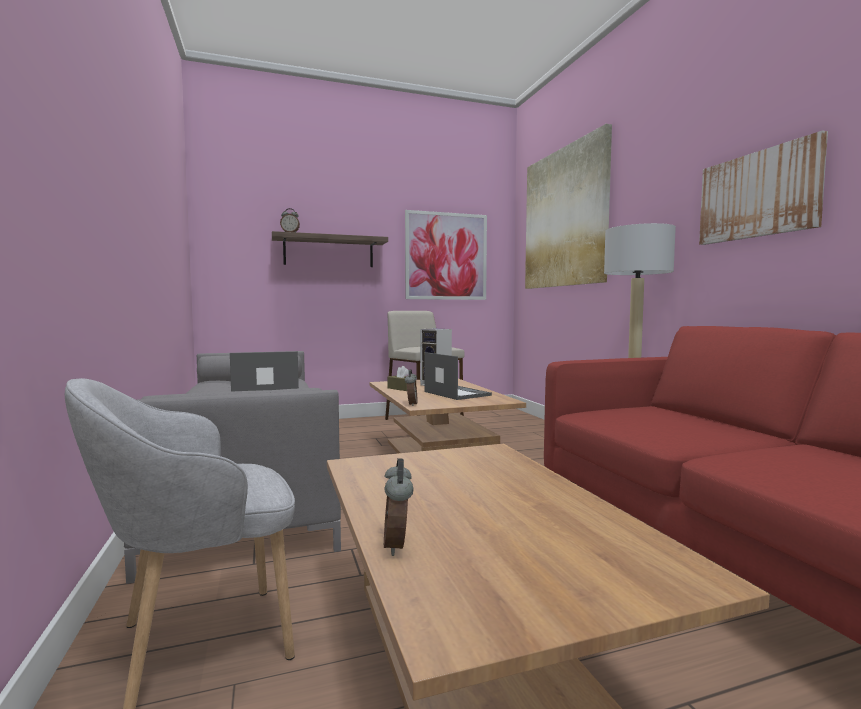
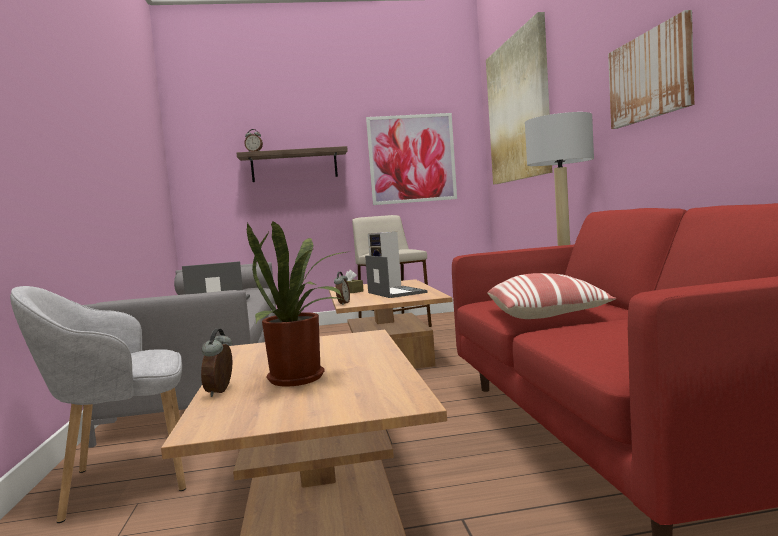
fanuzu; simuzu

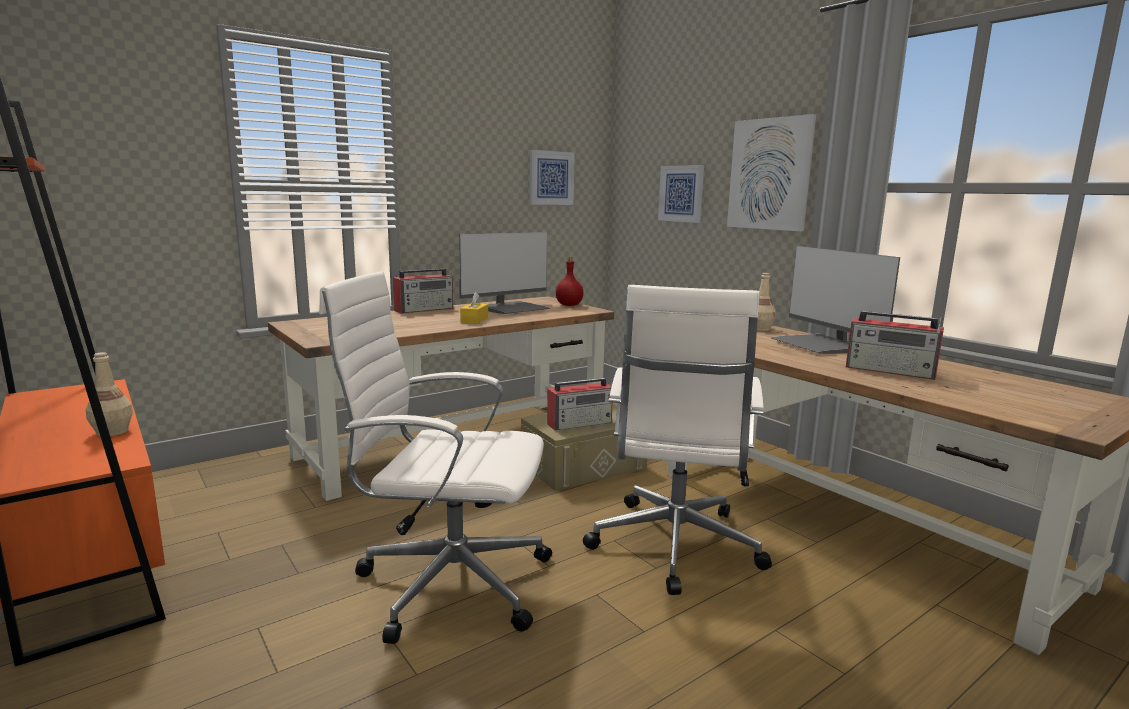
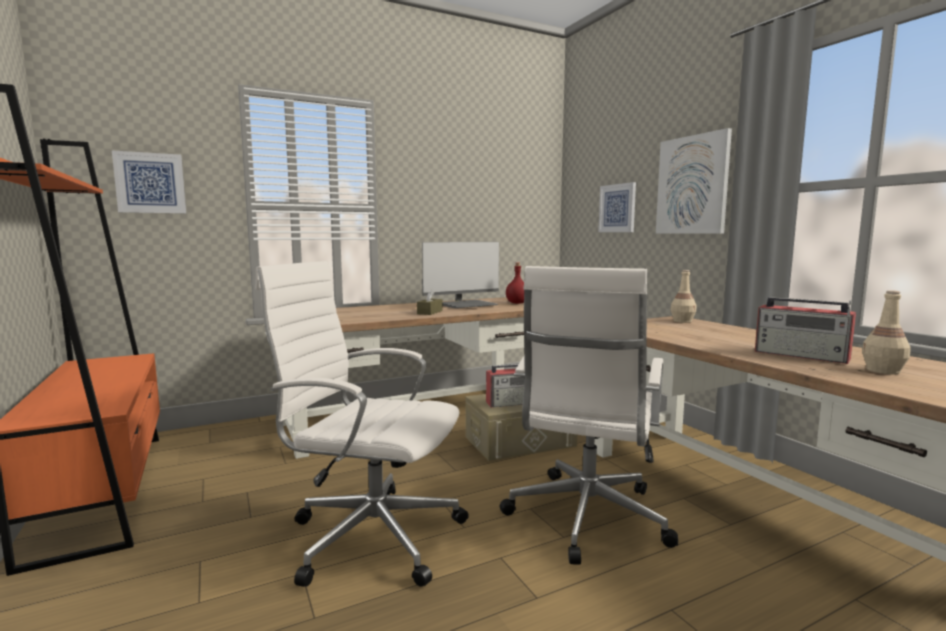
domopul (1st from left); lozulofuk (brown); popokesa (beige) (2nd from left); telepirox (1st from left in the first image); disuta (2nd from left in the first image)

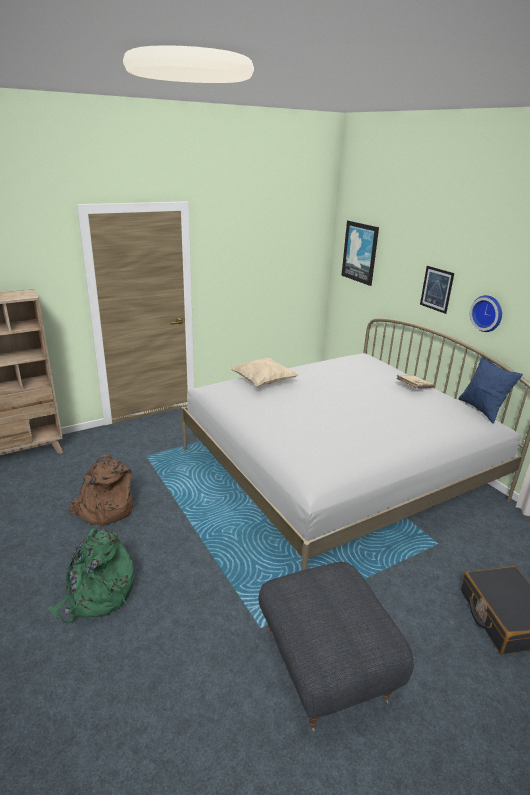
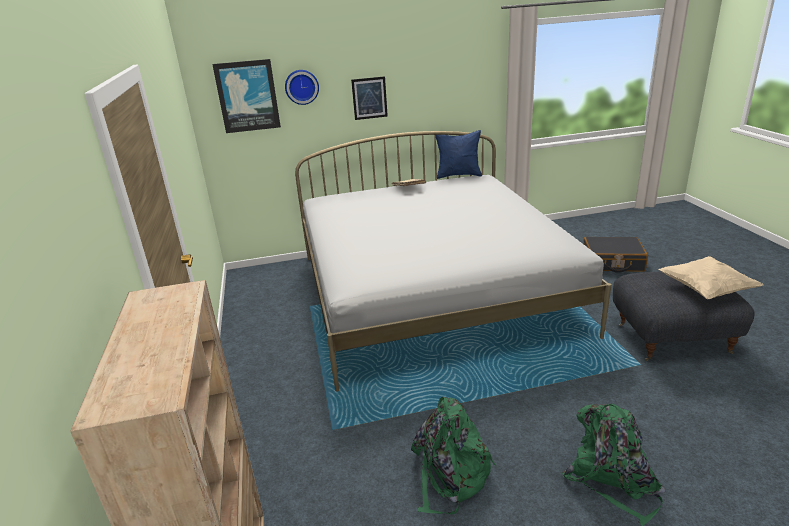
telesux; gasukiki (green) (1st from left); simuzu (beige)

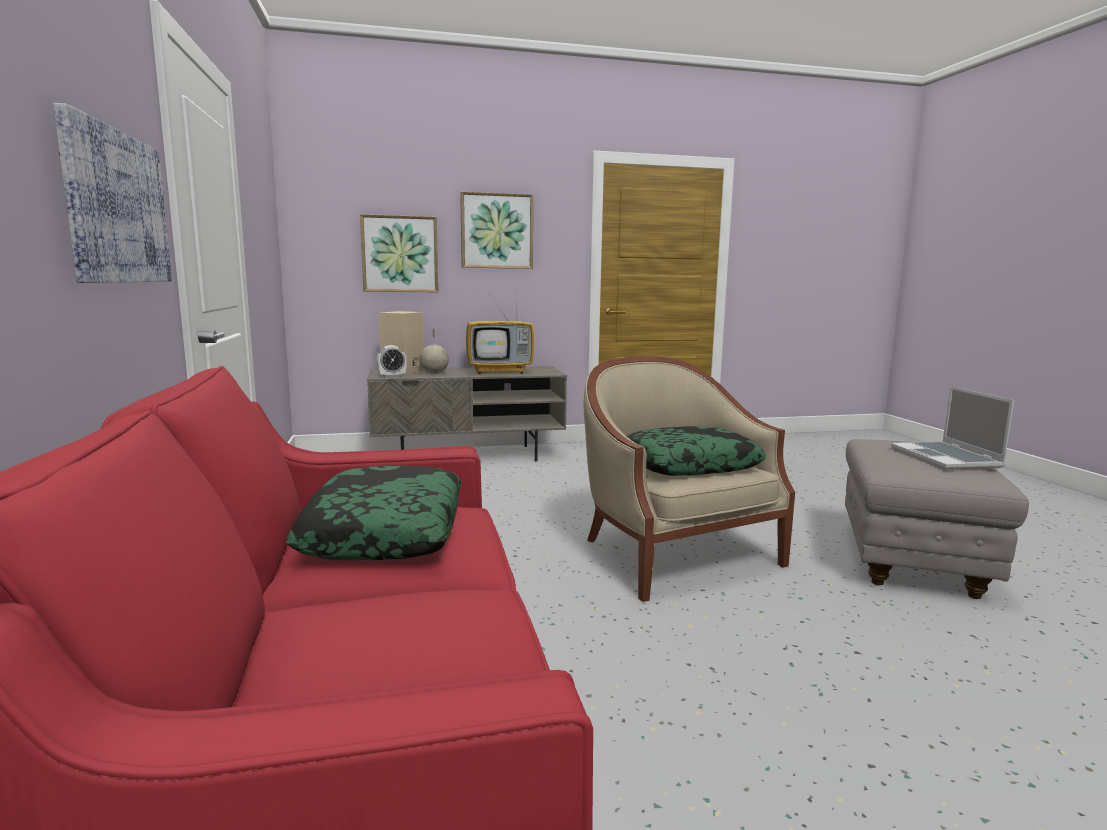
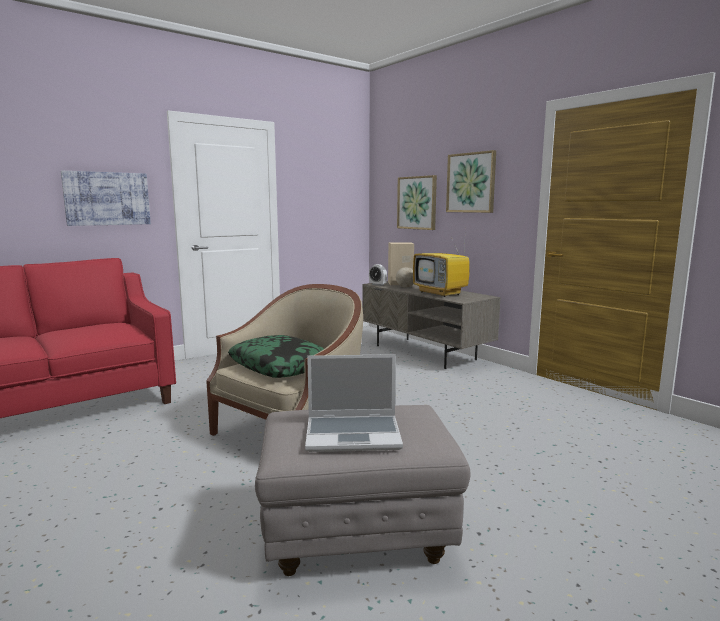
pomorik; simuzu (1st from left in the first image)

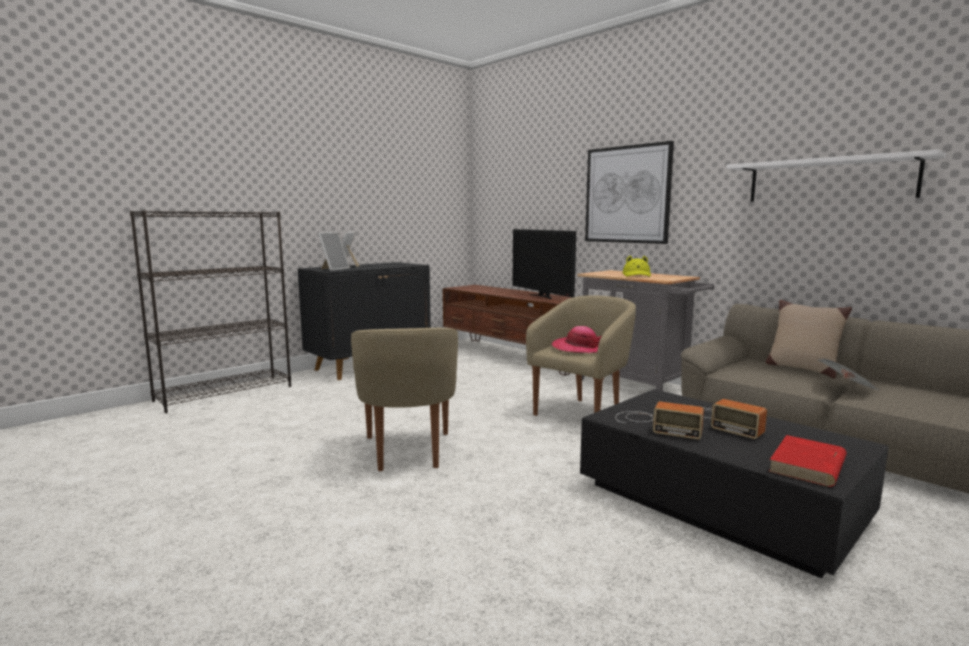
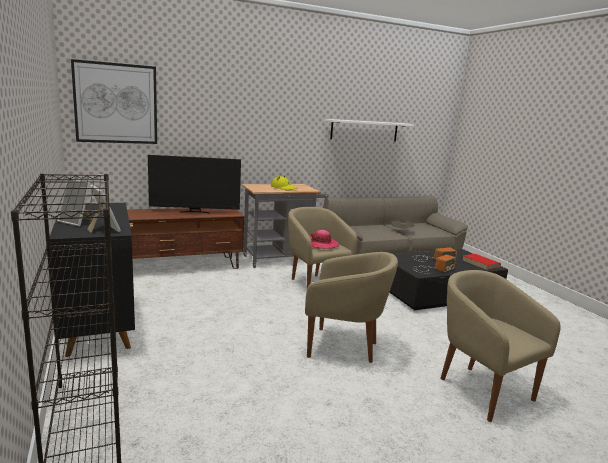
domopul; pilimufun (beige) (3rd from left); simuzu (beige)

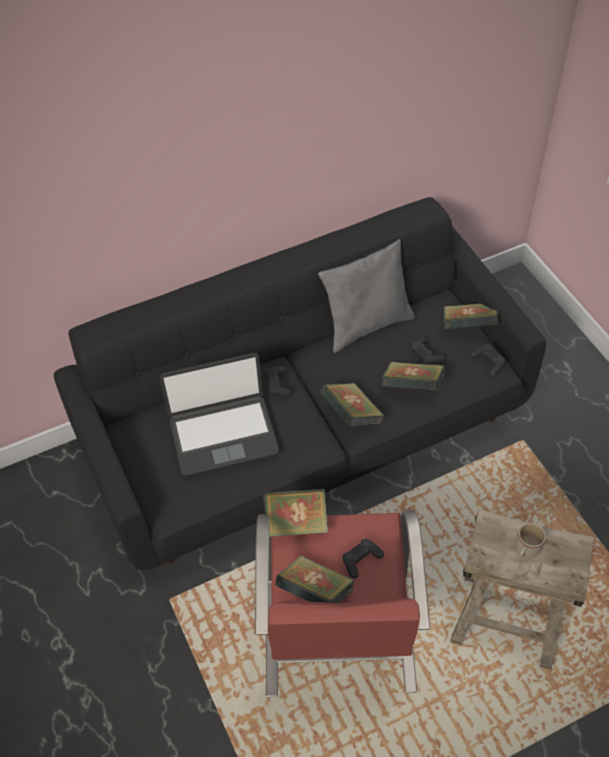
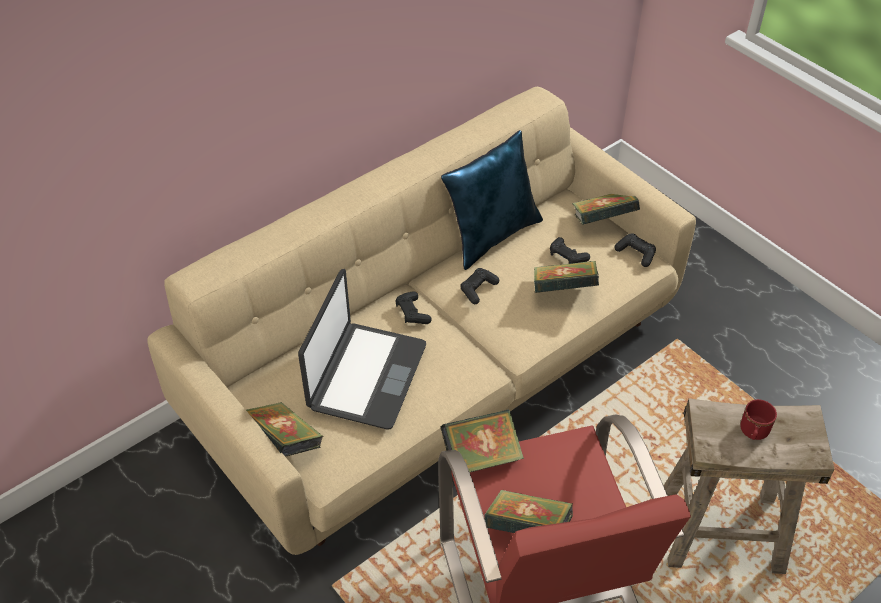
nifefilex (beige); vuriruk (1st from left); pomorik; simuzu (blue); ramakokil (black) (2nd from left); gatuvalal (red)

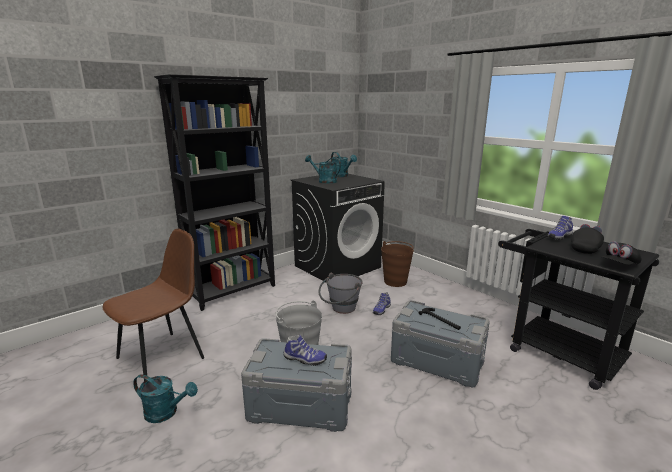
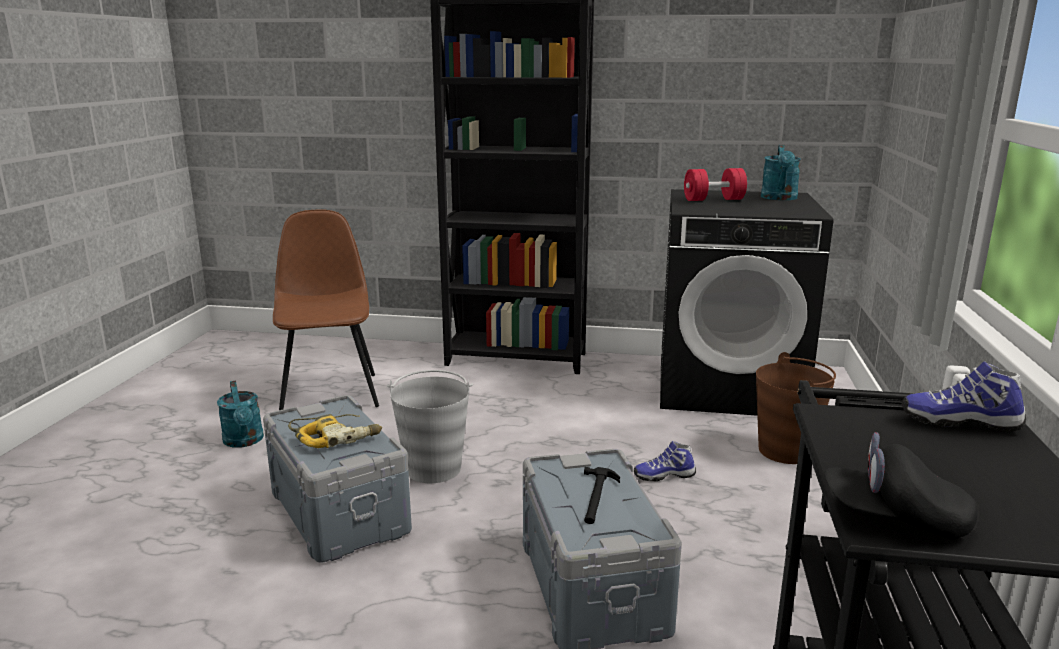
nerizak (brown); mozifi; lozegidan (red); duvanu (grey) (2nd from left in the first image); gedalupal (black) (1st from left in the first image)

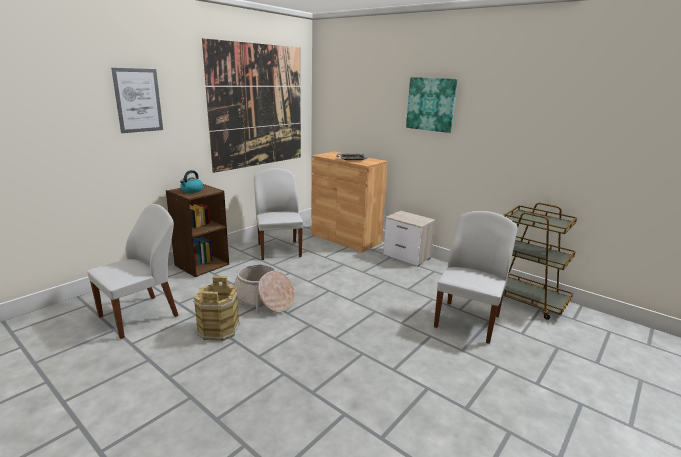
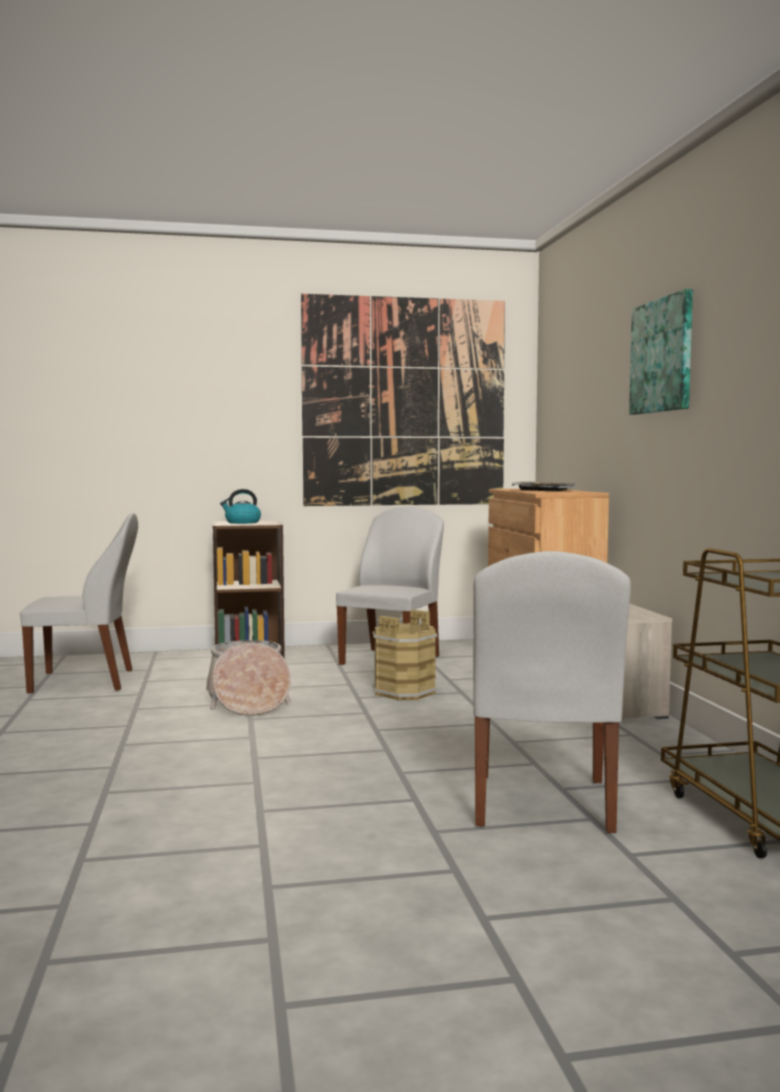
duvanu (brown); nerizak (white) (3rd from left); domopul (1st from left in the first image)

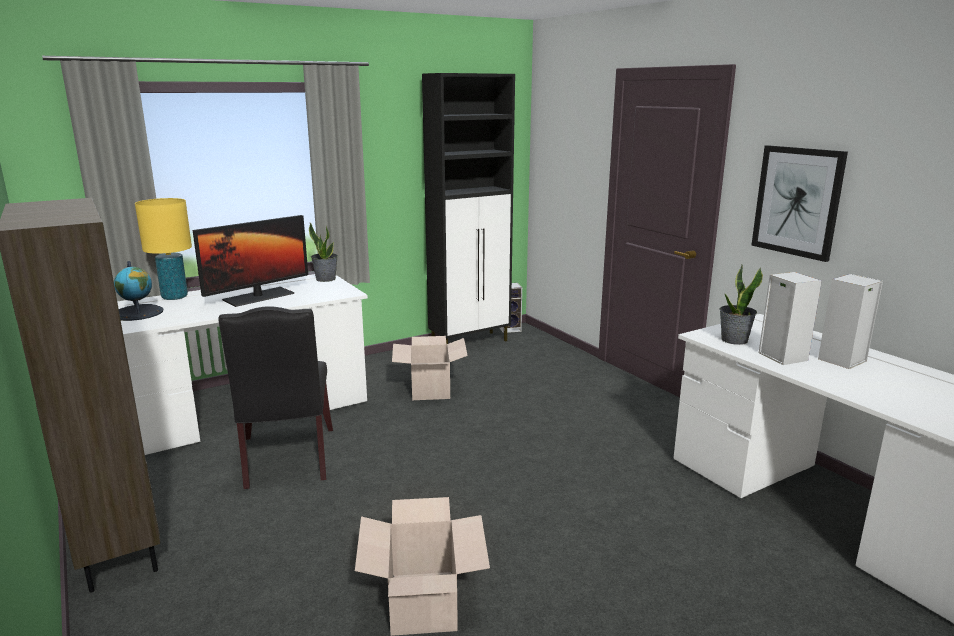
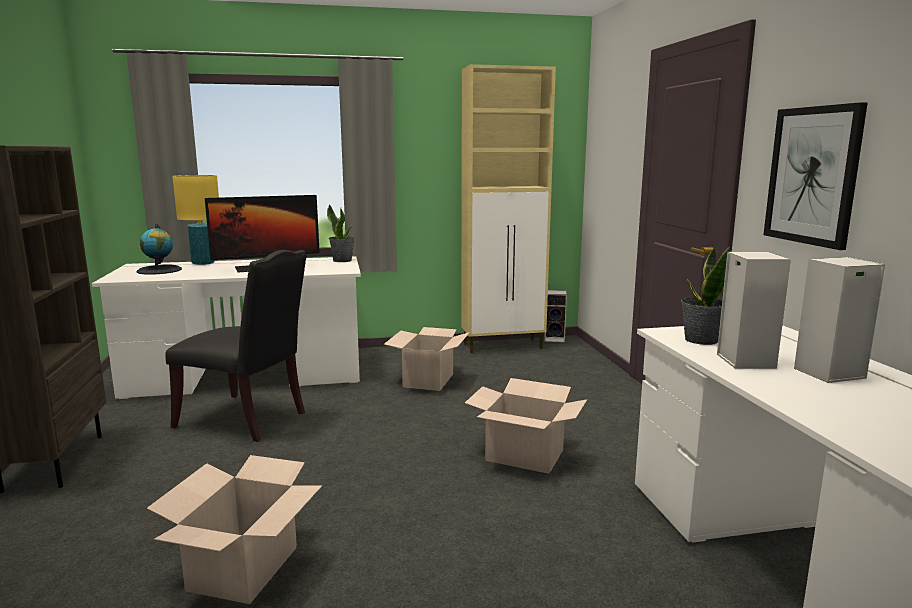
nerizak (black); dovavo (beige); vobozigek (3rd from left)

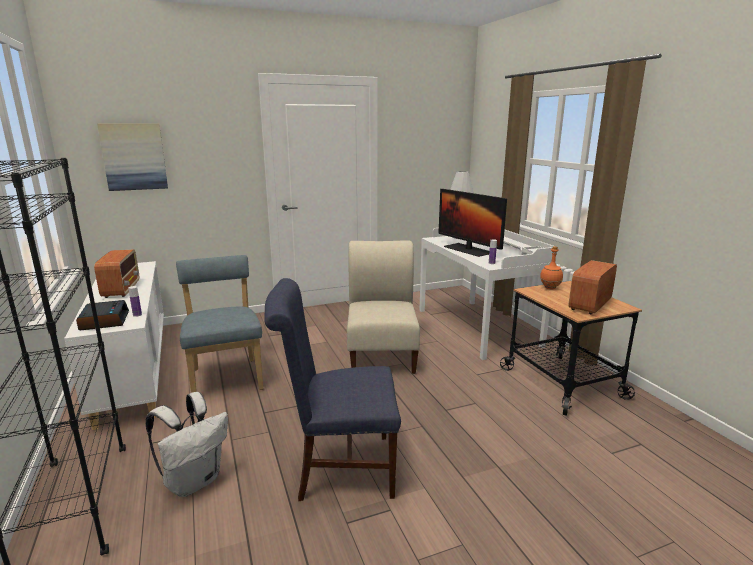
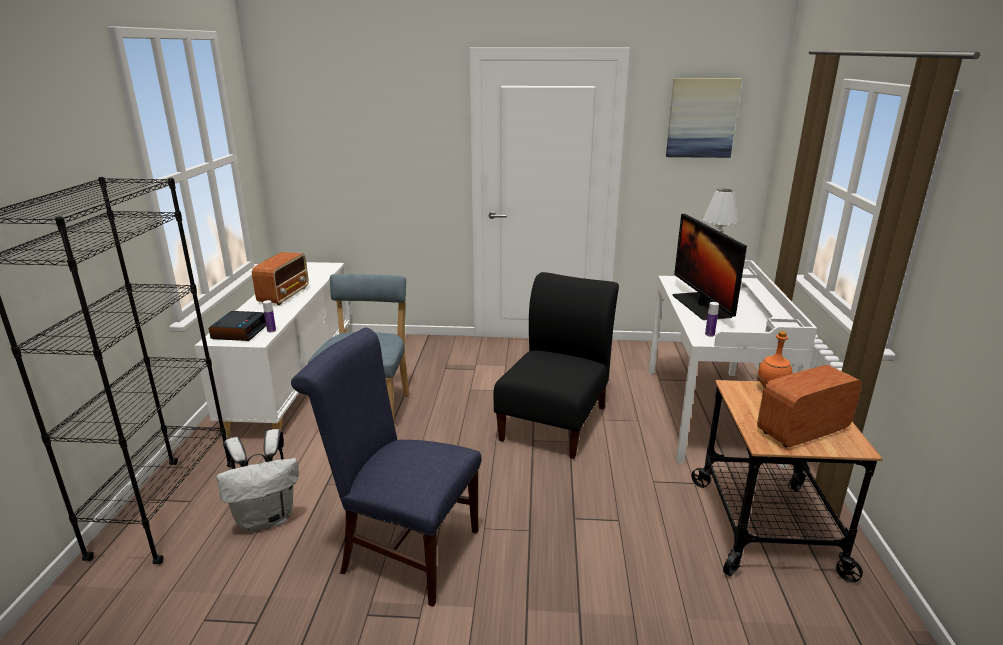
nerizak (black); domopul

